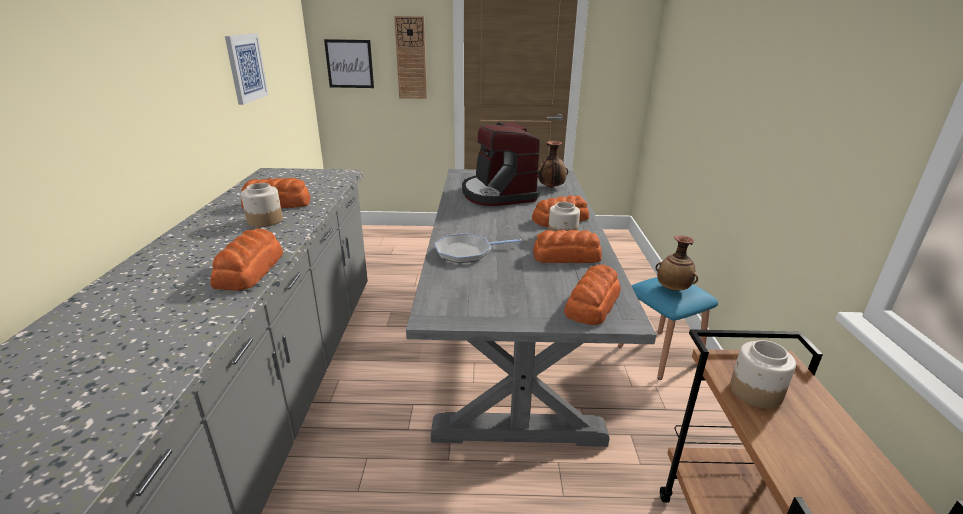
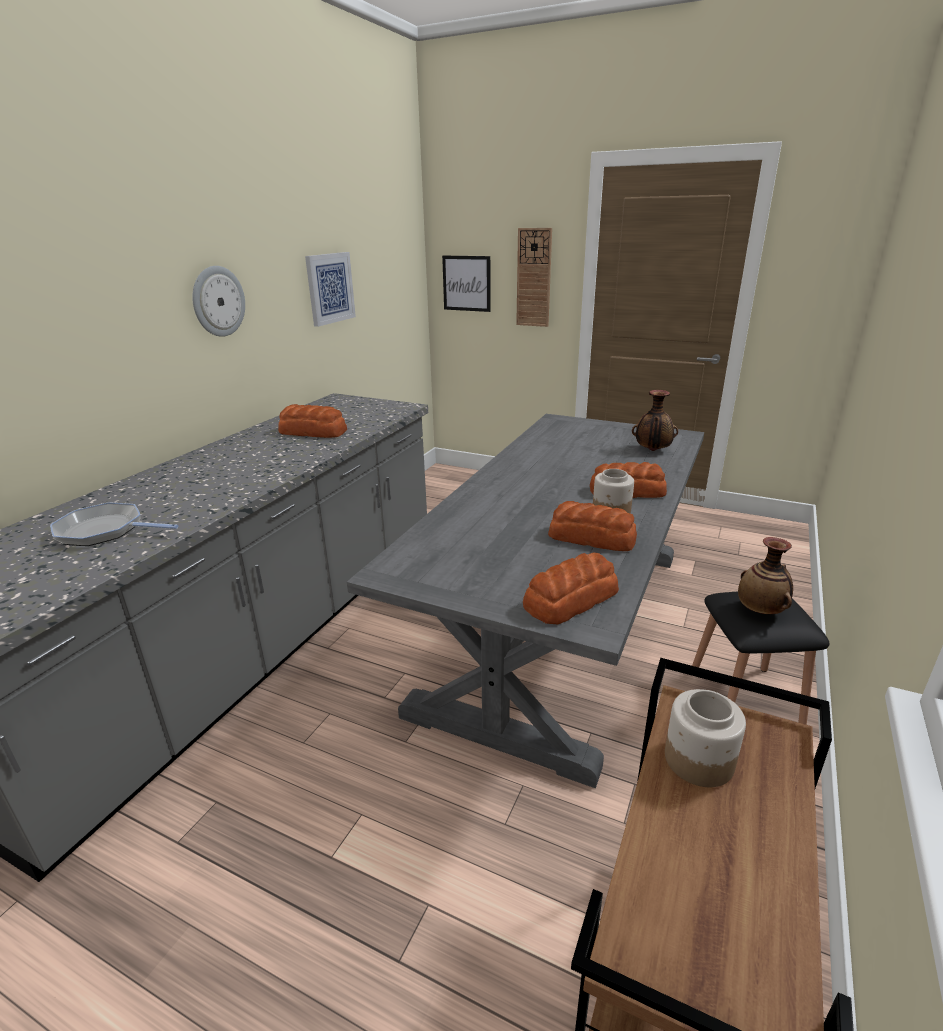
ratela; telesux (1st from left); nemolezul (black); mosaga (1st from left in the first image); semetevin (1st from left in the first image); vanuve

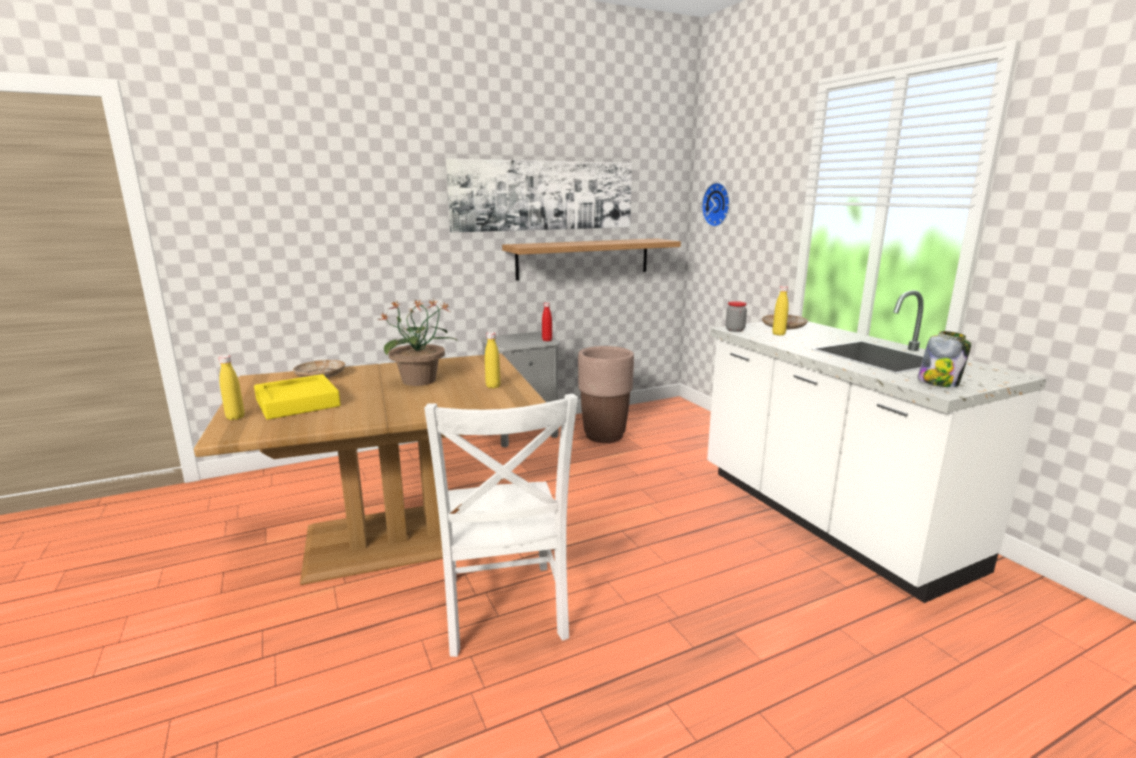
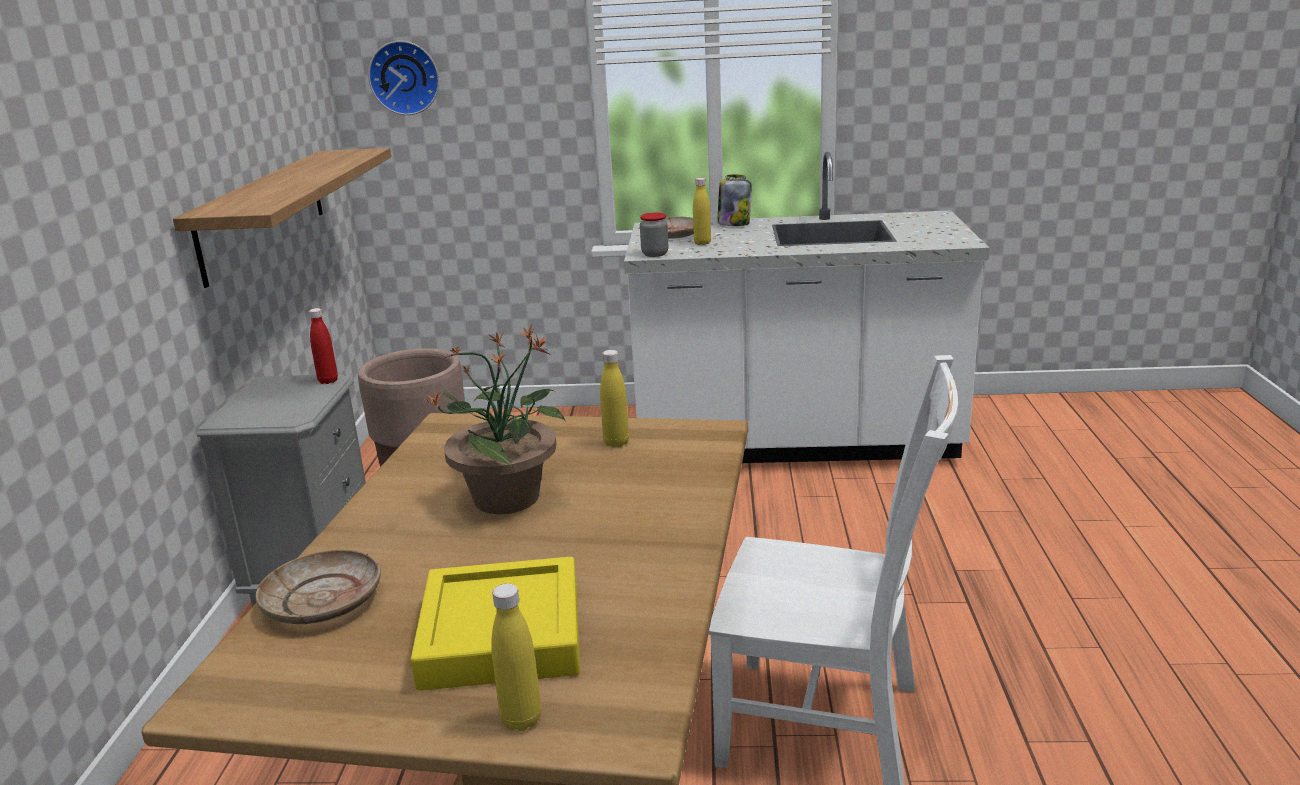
semetevin (2nd from left); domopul

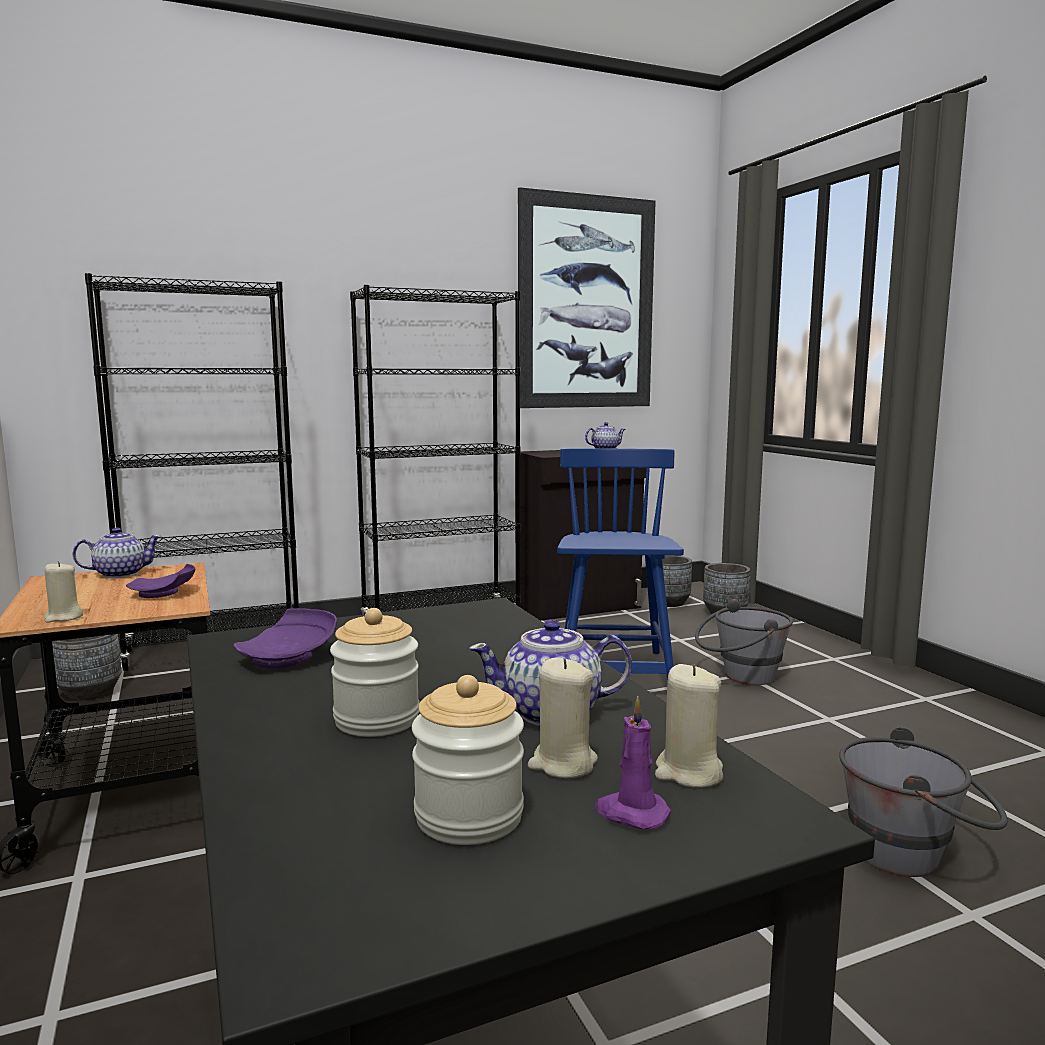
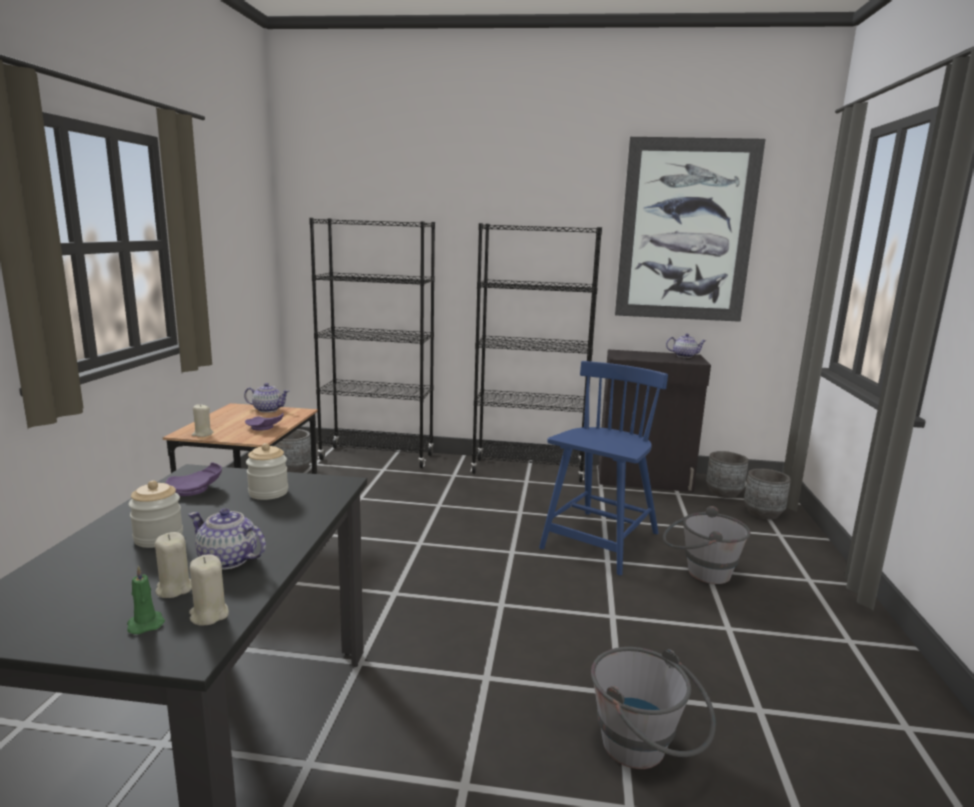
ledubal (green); semetevin (2nd from left)

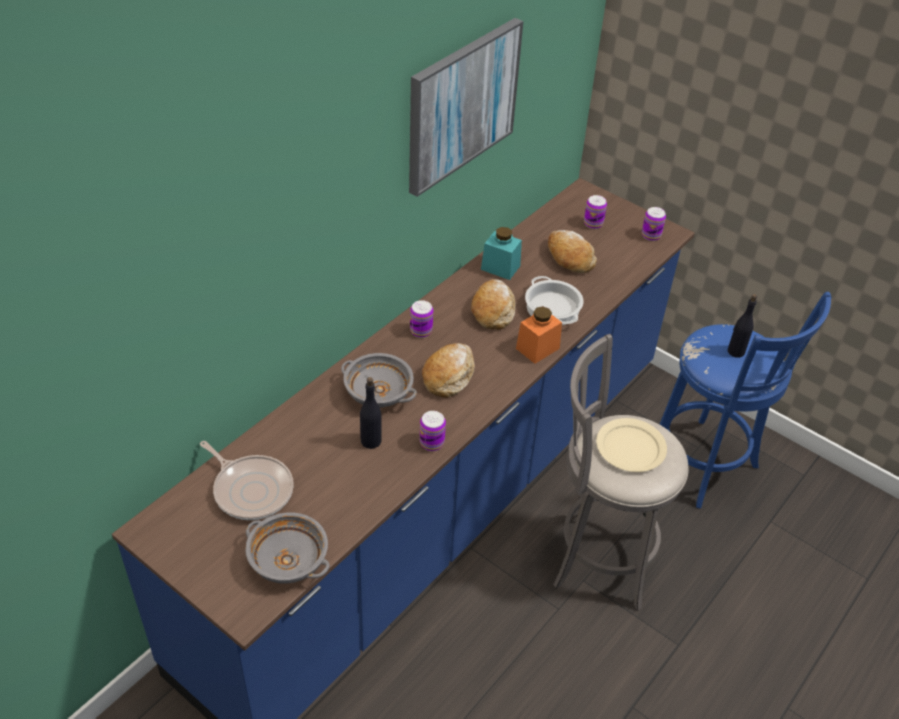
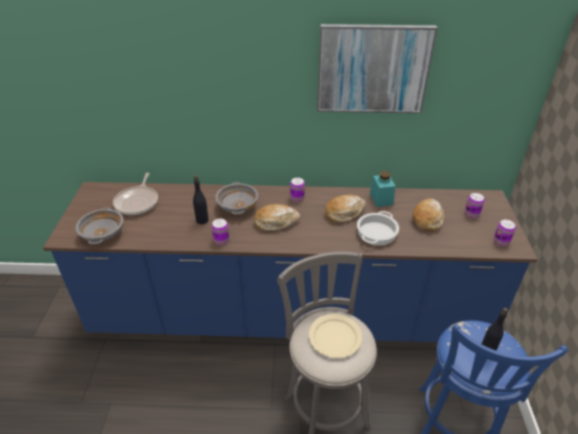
semetevin (orange)

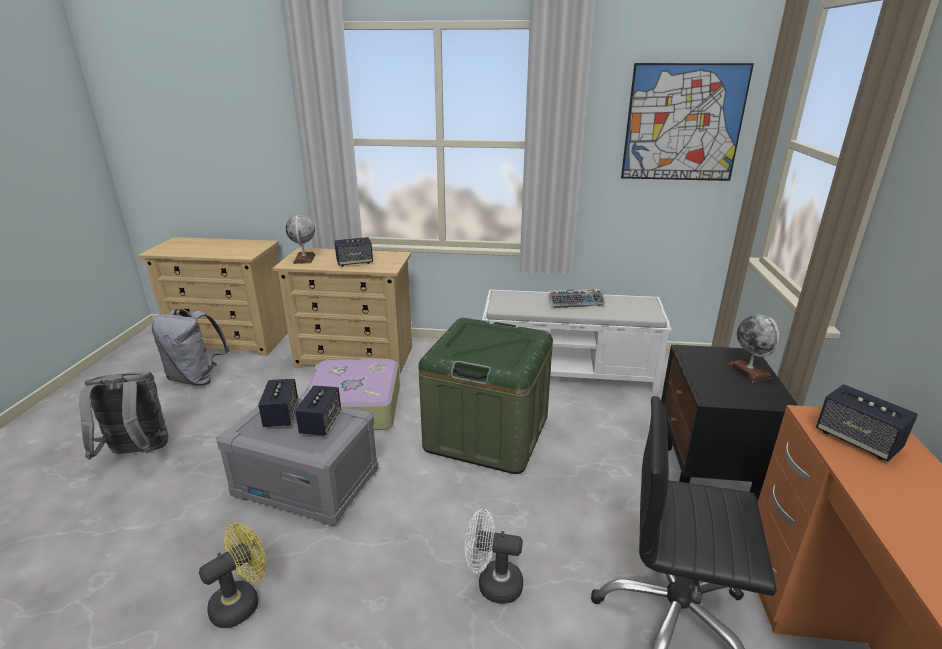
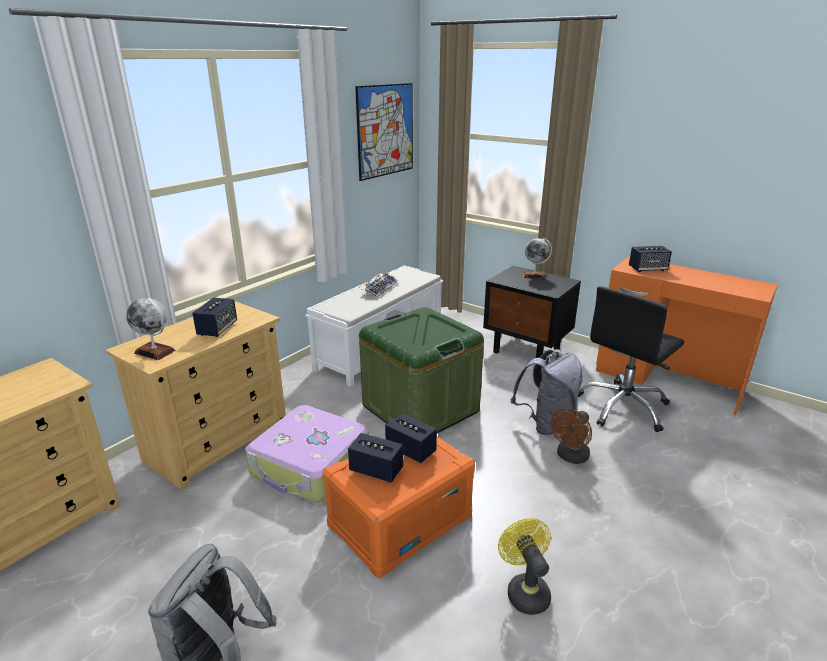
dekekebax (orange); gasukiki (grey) (2nd from left); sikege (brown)

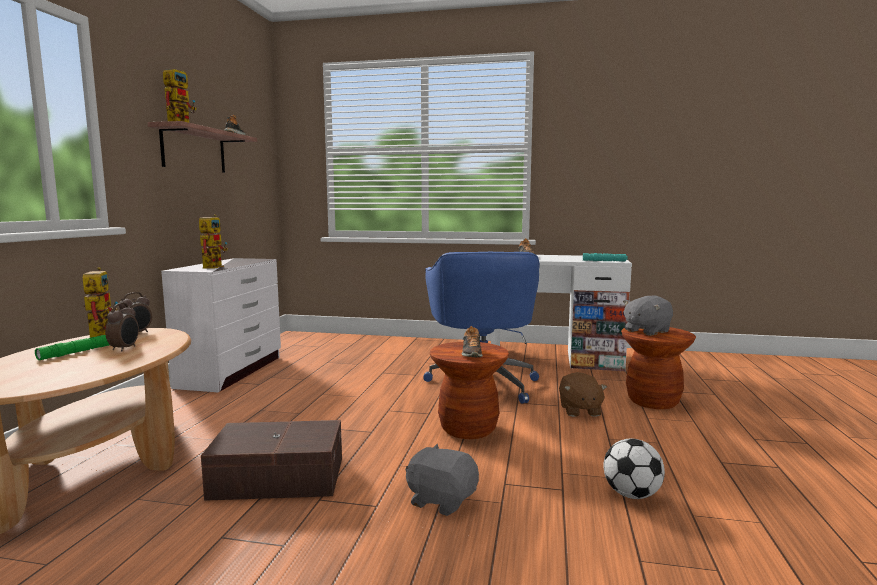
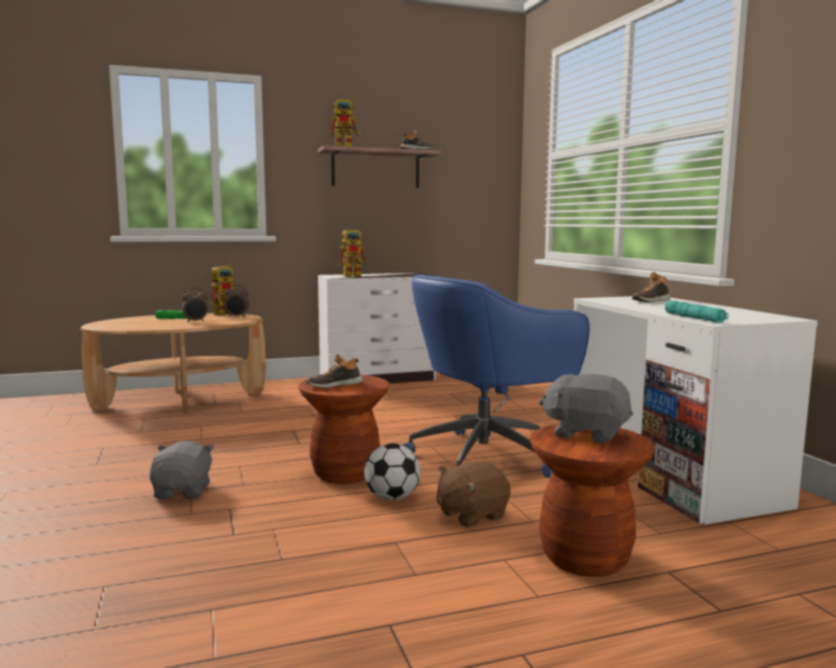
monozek; dekekebax (brown)

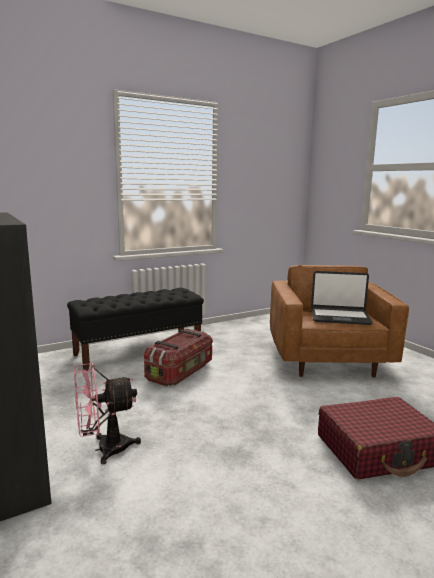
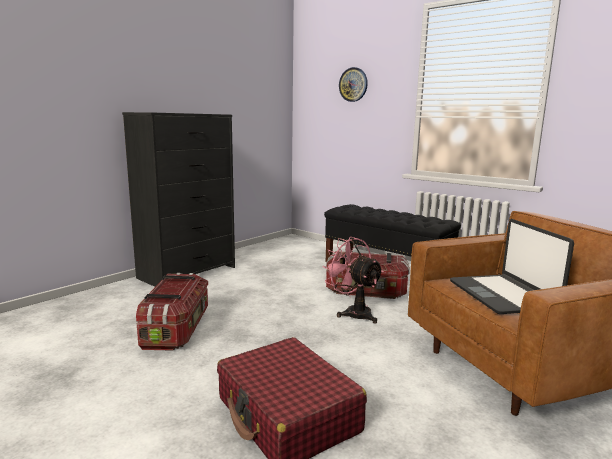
dekekebax (1st from left); sikege (pink); telesux

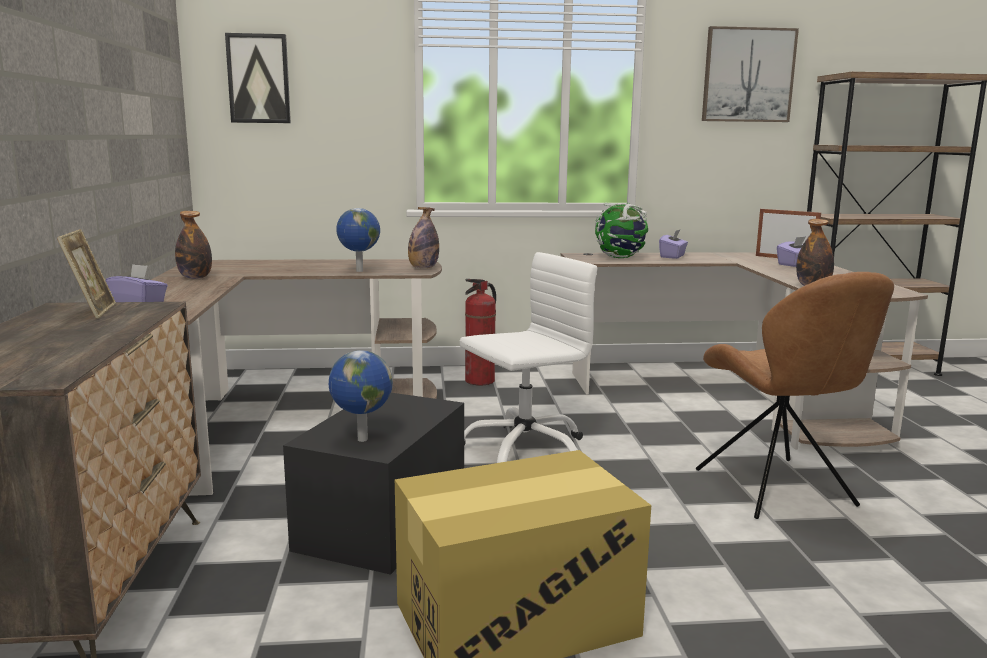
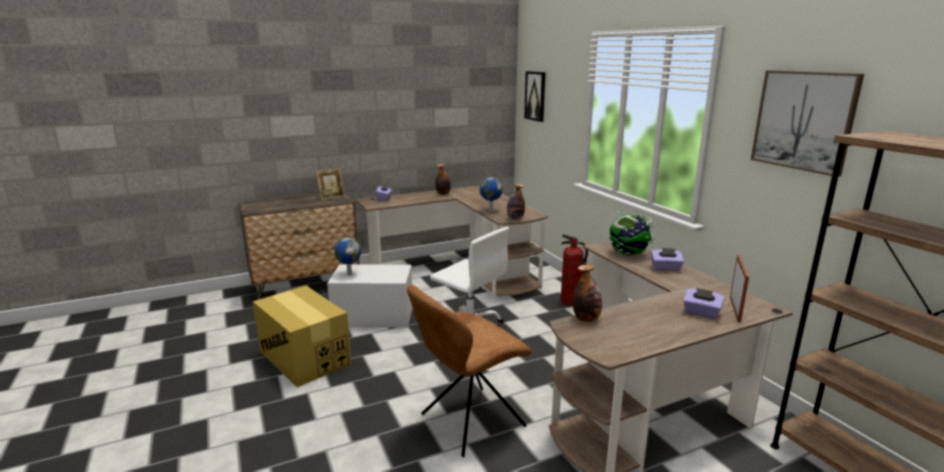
dekekebax (white)

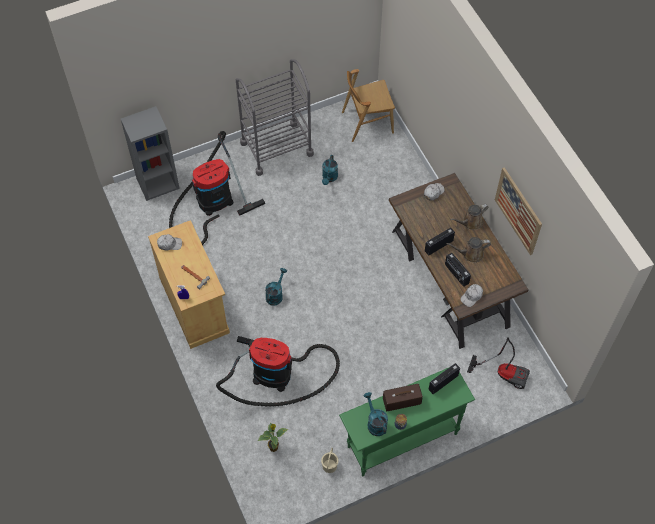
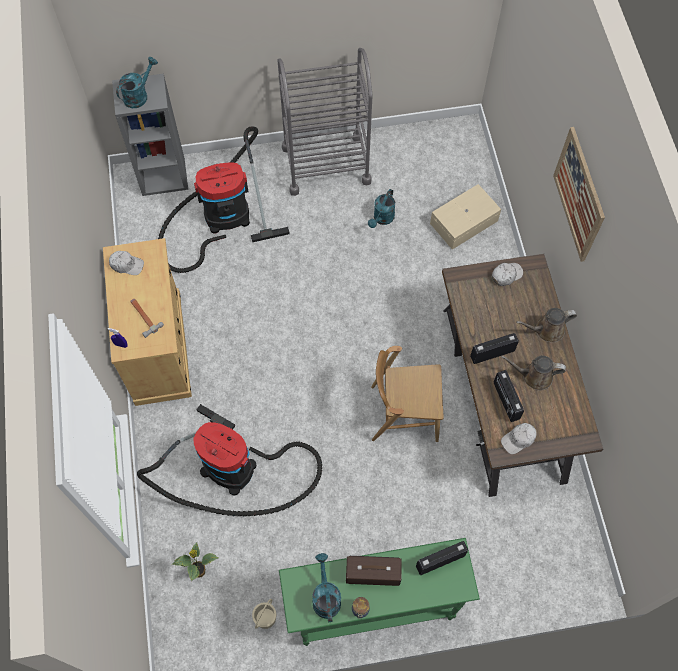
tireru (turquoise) (1st from left); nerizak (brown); dekekebax (beige); domopul; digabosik (3rd from left in the first image)

